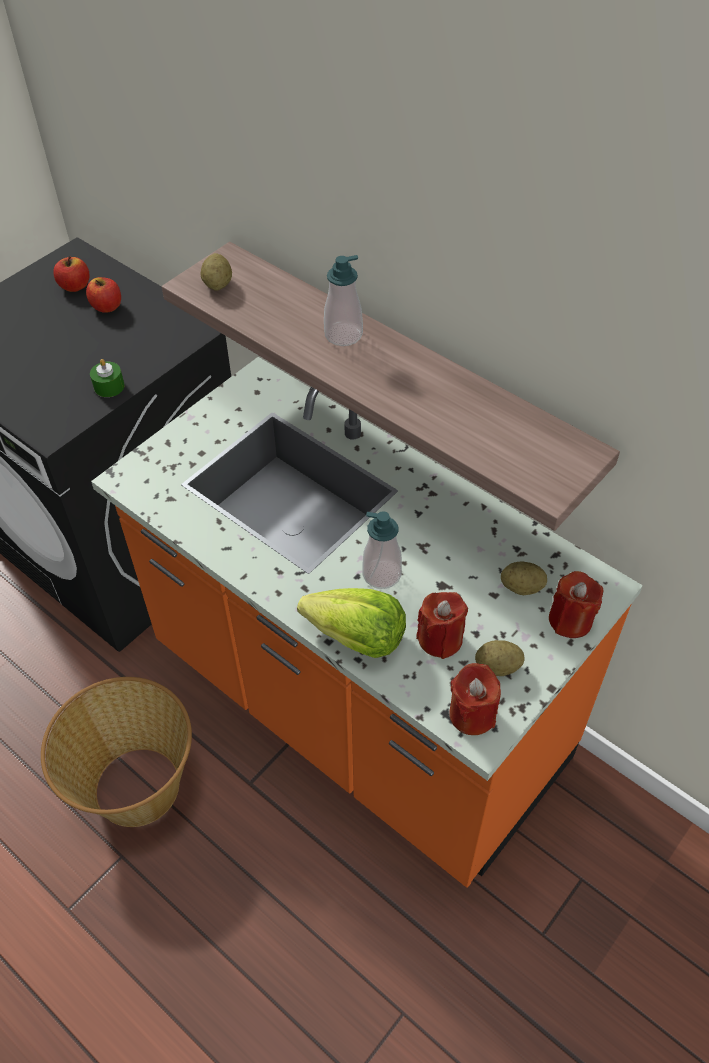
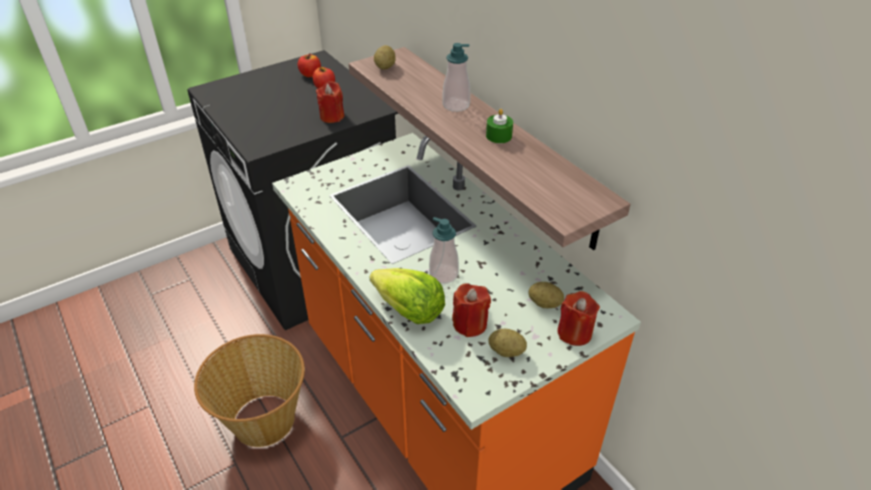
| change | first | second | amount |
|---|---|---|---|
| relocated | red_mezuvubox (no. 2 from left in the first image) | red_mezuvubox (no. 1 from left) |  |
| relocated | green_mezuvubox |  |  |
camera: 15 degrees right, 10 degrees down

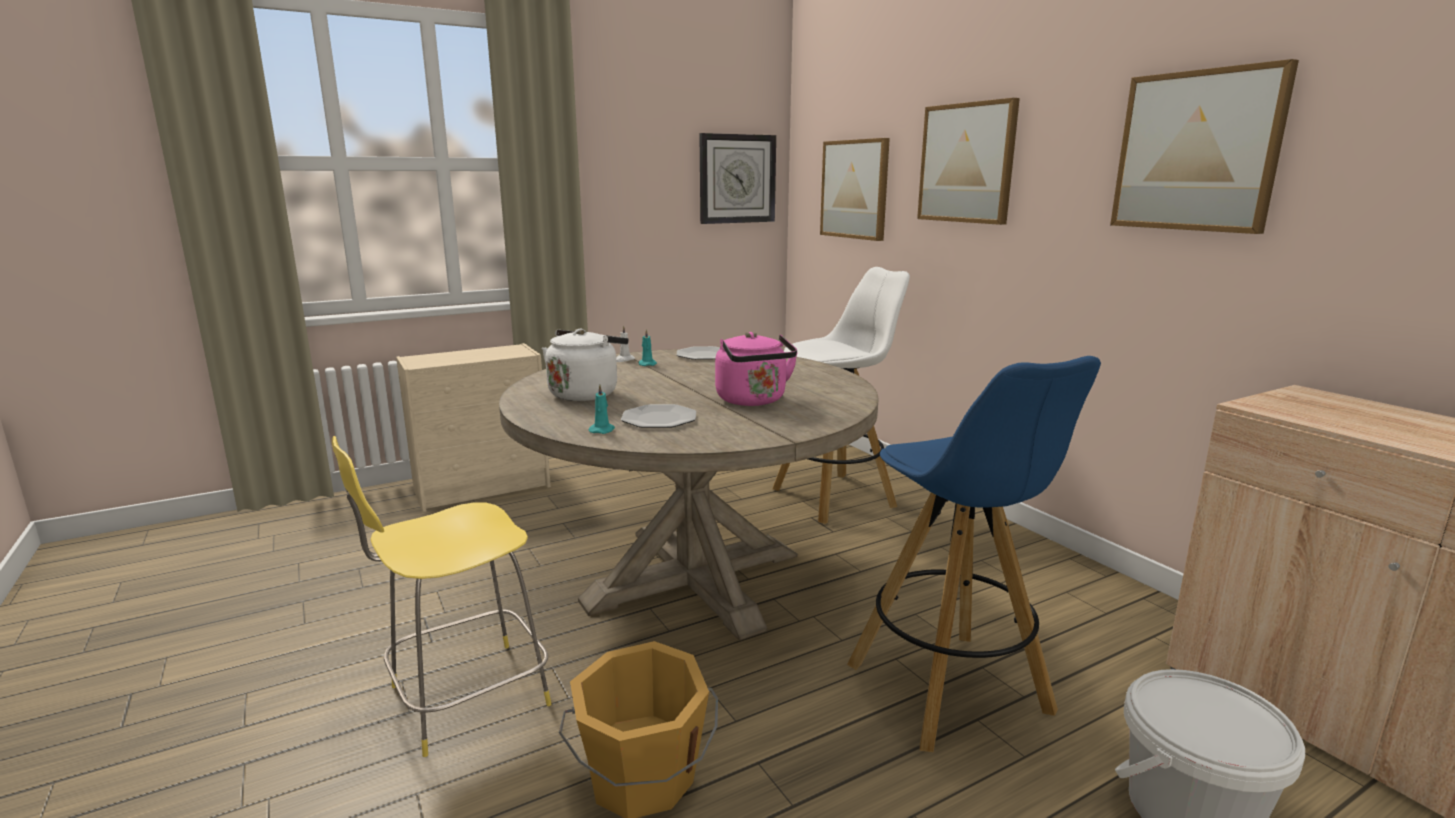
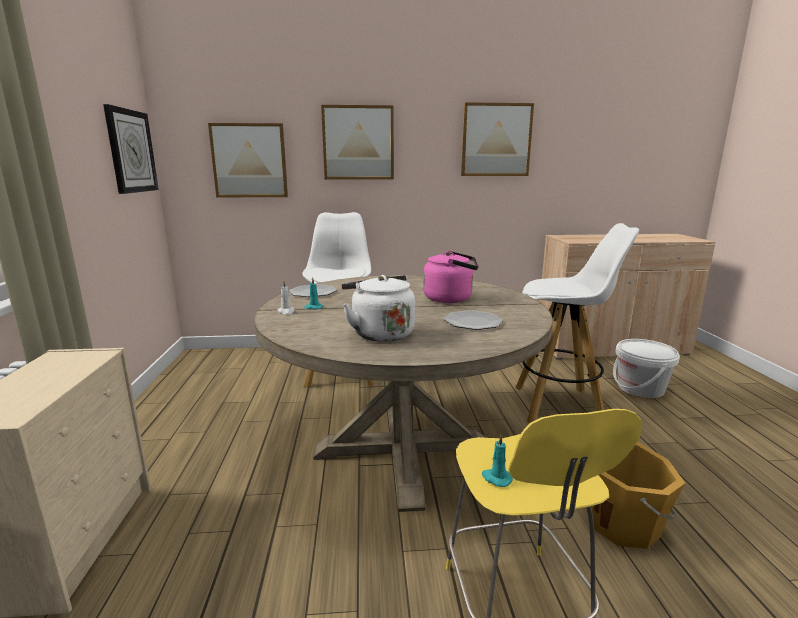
| change | first | second | amount |
|---|---|---|---|
| relocated | turquoise_mezuvubox (no. 1 from left in the first image) | turquoise_mezuvubox (no. 2 from left) |  |
| colour | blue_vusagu | white_vusagu (no. 2 from left) |  |
camera: 65 degrees left, 0 degrees up

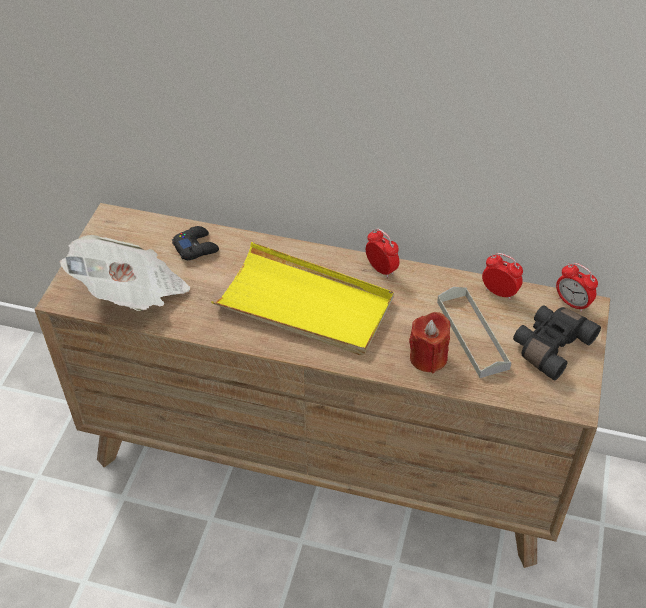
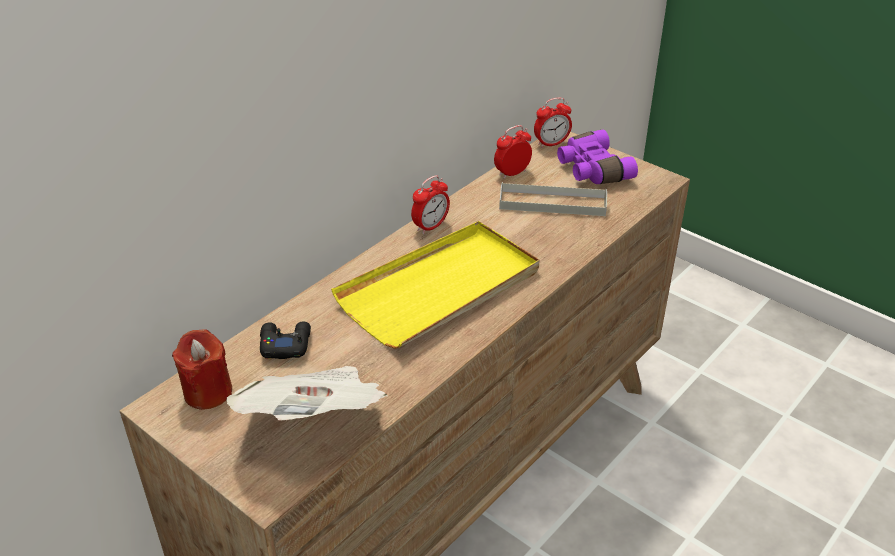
| change | first | second | amount |
|---|---|---|---|
| relocated | red_mezuvubox |  |  |
| spun | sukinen (no. 1 from left) |  | 150 degrees clockwise |
| colour | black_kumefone | purple_kumefone |  |
camera: 65 degrees left, 10 degrees down

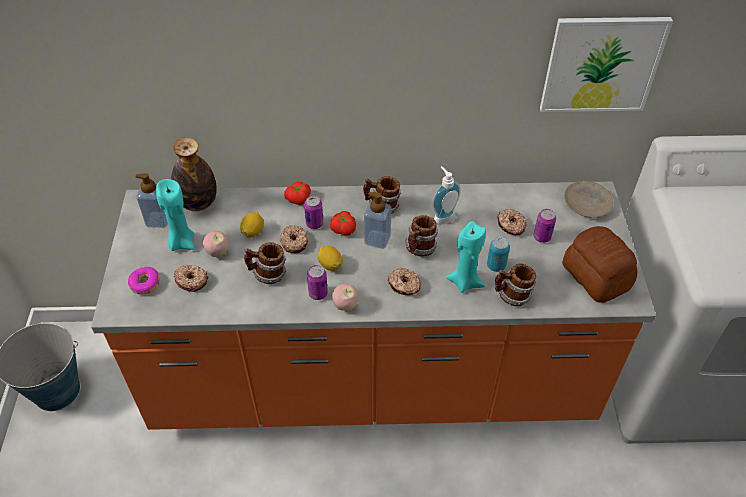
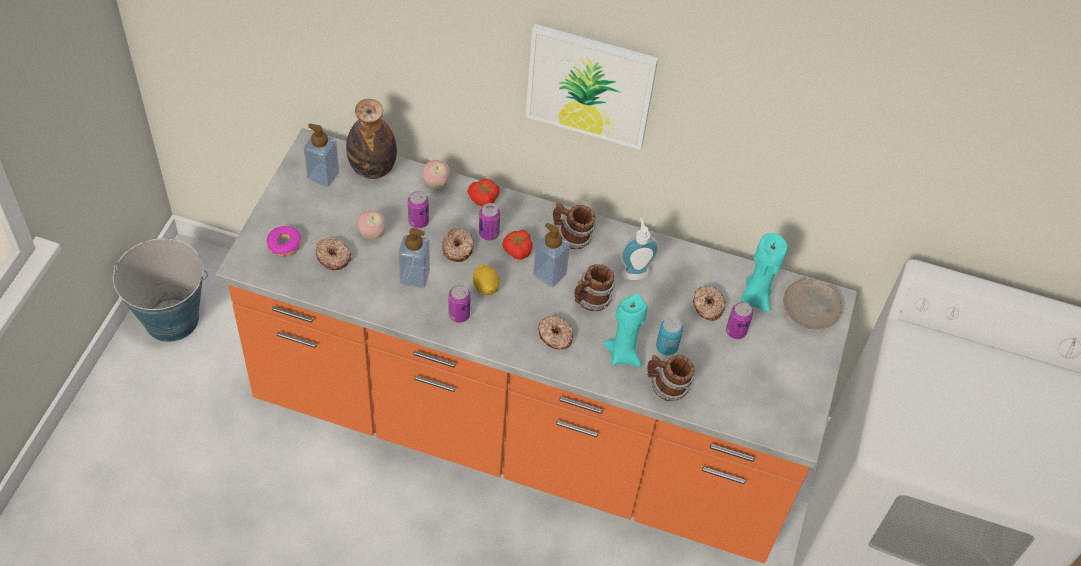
| change | first | second | amount |
|---|---|---|---|
| exchanged | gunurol (no. 1 from left) | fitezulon (no. 2 from left) |  |
| exchanged | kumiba (no. 1 from left) | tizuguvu (no. 1 from left) |  |
| relocated | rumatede (no. 2 from left) |  |  |
| relocated | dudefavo |  |  |
| relocated | turquoise_mezuvubox (no. 1 from left in the first image) | turquoise_mezuvubox (no. 2 from left) |  |
| missing | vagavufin |  |  |
camera: 15 degrees right, 5 degrees up

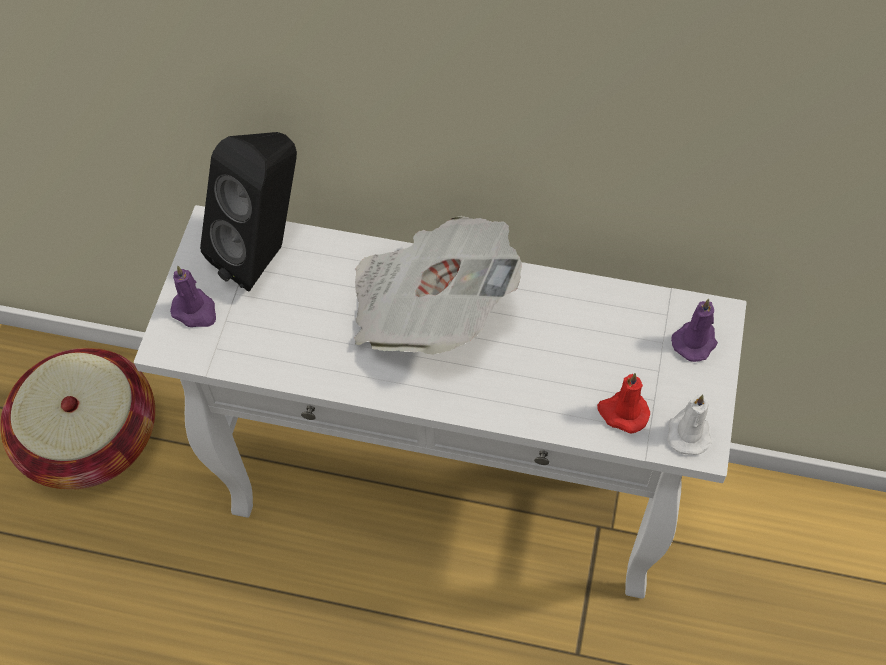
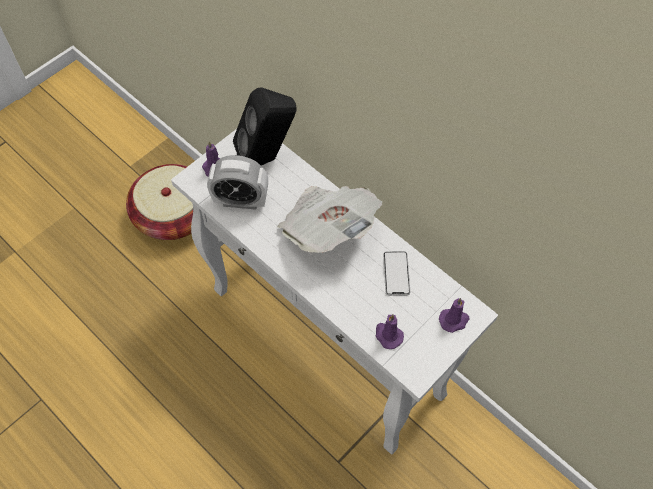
| change | first | second | amount |
|---|---|---|---|
| appeared |  | sukinen |  |
| colour | red_mezuvubox | purple_mezuvubox (no. 2 from left) |  |
| appeared |  | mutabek |  |
| missing | white_mezuvubox |  |  |
camera: 30 degrees right, 0 degrees up

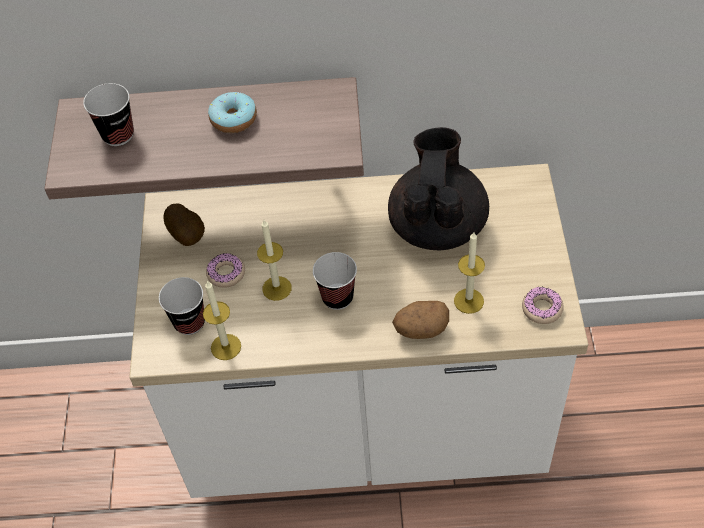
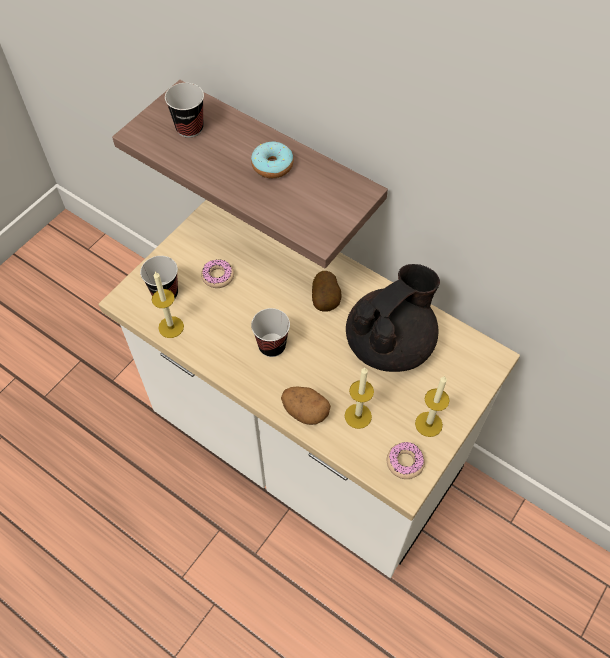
| change | first | second | amount |
|---|---|---|---|
| relocated | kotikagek (no. 1 from left in the first image) | kotikagek (no. 2 from left) |  |
| relocated | mezuvubox (no. 2 from left in the first image) | mezuvubox (no. 3 from left) |  |
camera: 35 degrees right, 5 degrees up

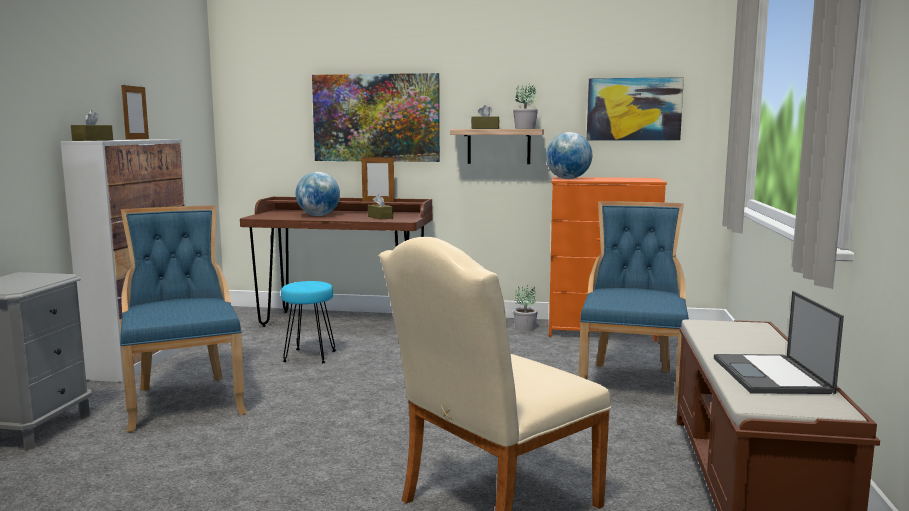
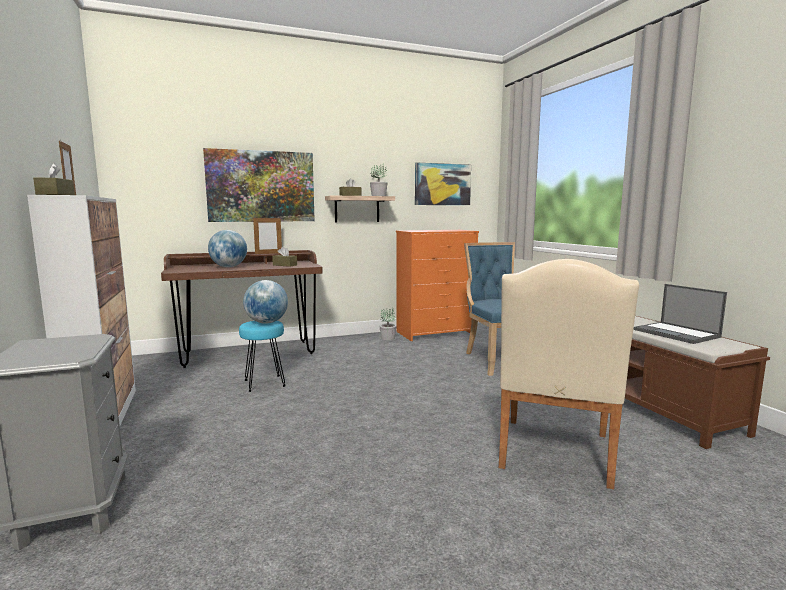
| change | first | second | amount |
|---|---|---|---|
| relocated | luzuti (no. 2 from left) |  |  |
| missing | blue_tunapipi (no. 1 from left) |  |  |
camera: 30 degrees left, 0 degrees up

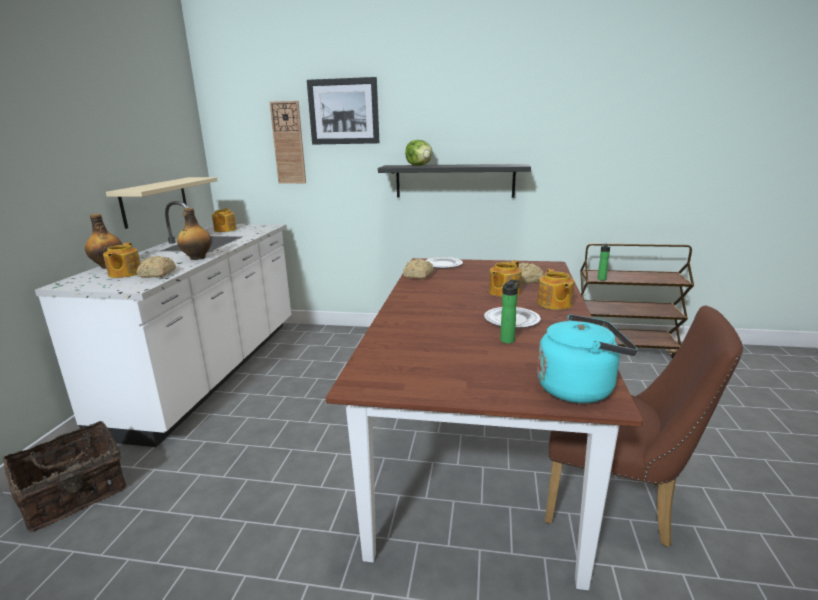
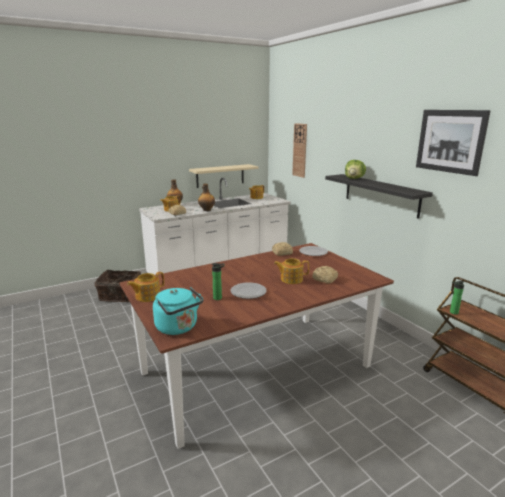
| change | first | second | amount |
|---|---|---|---|
| relocated | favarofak (no. 4 from left in the first image) | favarofak (no. 1 from left) |  |
| relocated | dudefavo |  |  |
| missing | brown_tunapipi |  |  |
camera: 50 degrees right, 0 degrees up

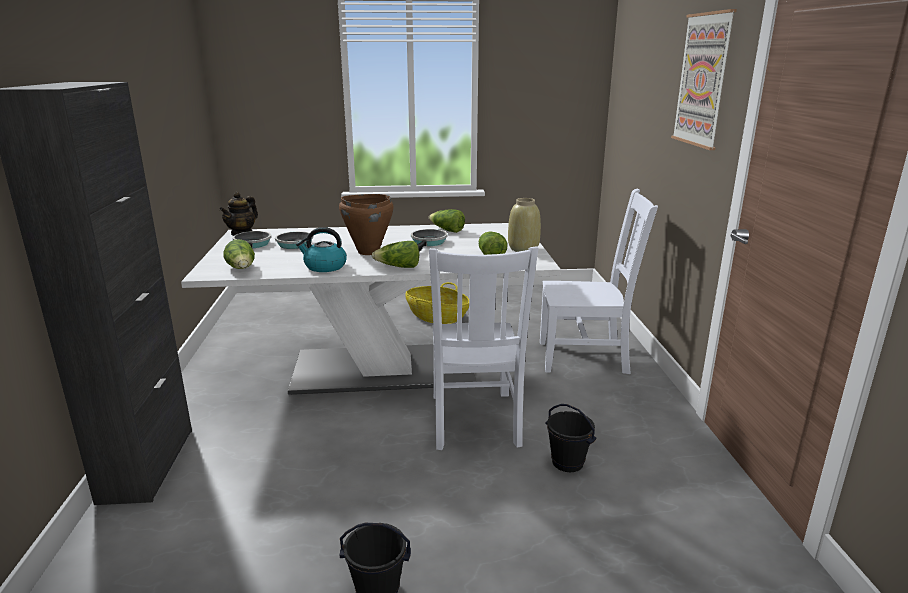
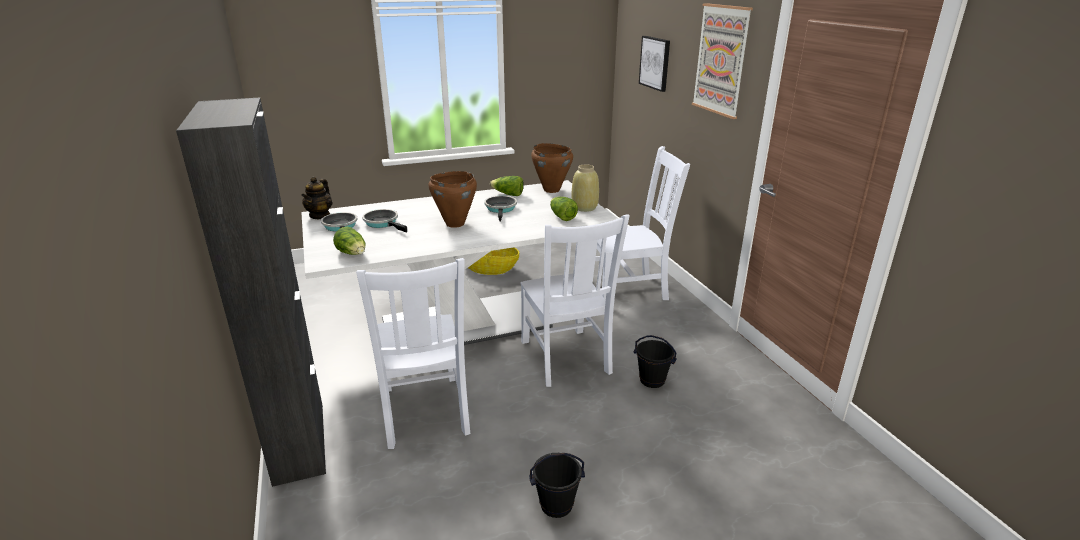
| change | first | second | amount |
|---|---|---|---|
| appeared |  | white_tunapipi (no. 1 from left) |  |
| appeared |  | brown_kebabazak (no. 2 from left) |  |
| appeared |  | dudefavo (no. 1 from left) |  |
| missing | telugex |  |  |
| missing | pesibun (no. 2 from left) |  |  |
camera: 15 degrees left, 5 degrees up

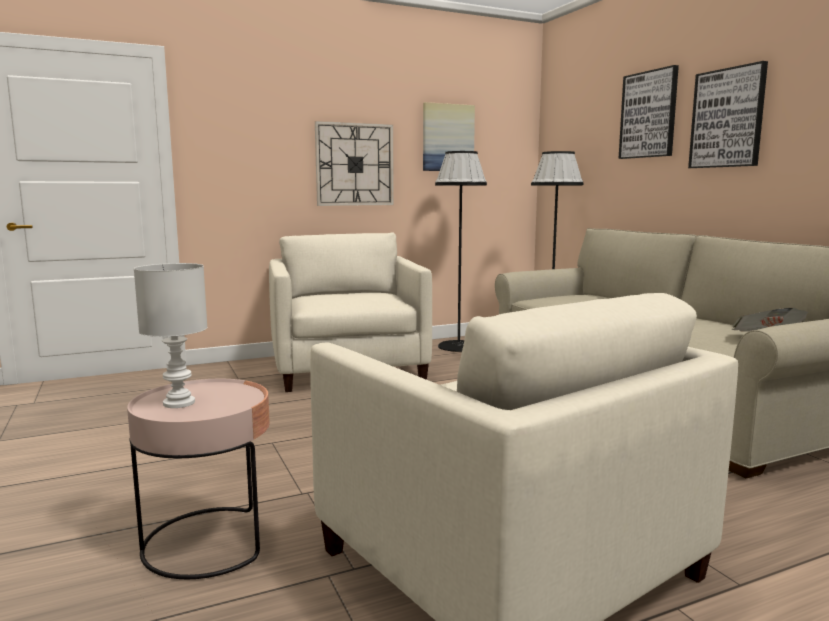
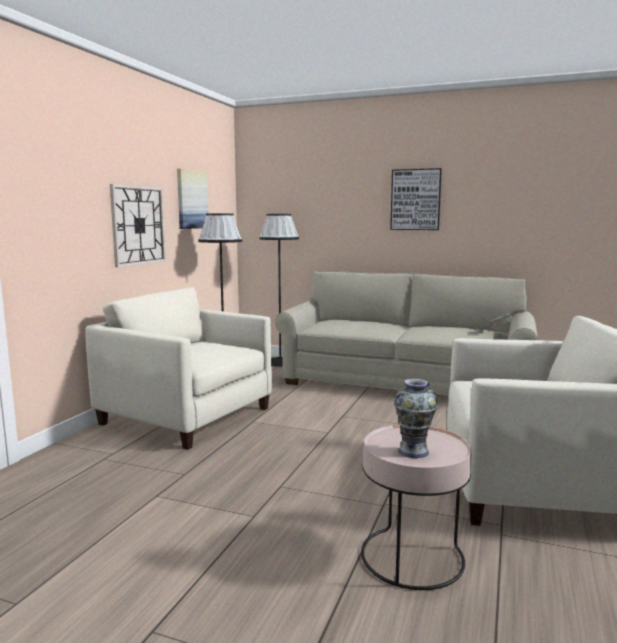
| change | first | second | amount |
|---|---|---|---|
| exchanged | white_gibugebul | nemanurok |  |
| missing | dudefavo (no. 2 from left) |  |  |
camera: 45 degrees left, 0 degrees up

